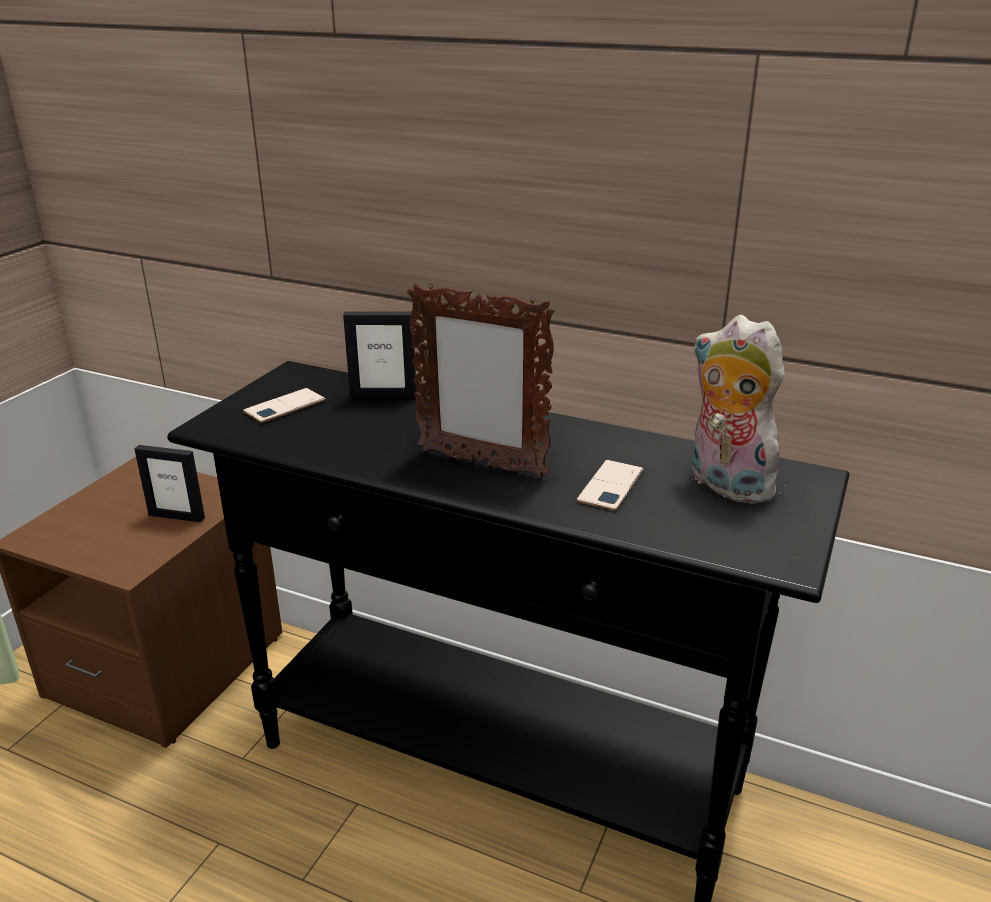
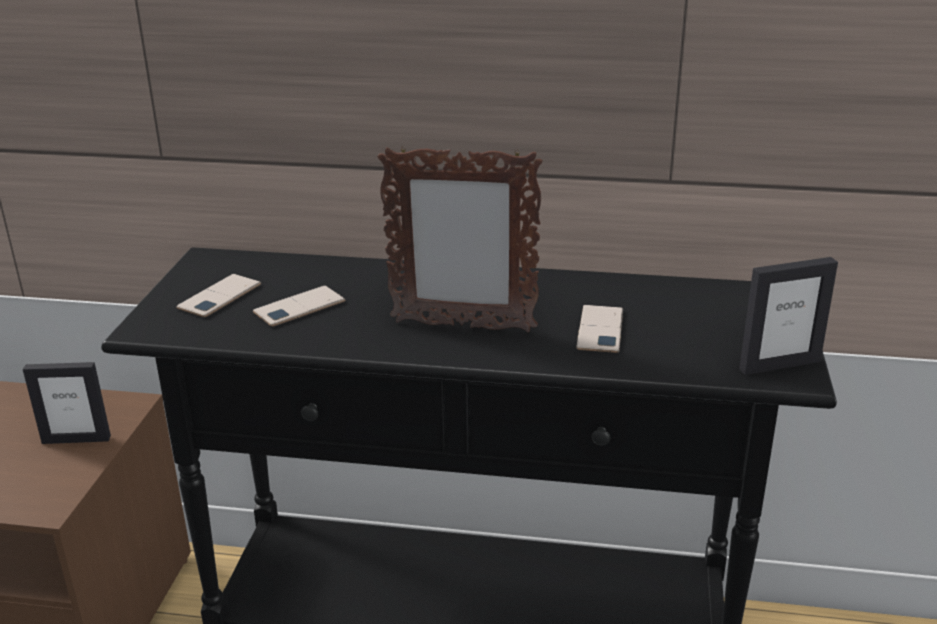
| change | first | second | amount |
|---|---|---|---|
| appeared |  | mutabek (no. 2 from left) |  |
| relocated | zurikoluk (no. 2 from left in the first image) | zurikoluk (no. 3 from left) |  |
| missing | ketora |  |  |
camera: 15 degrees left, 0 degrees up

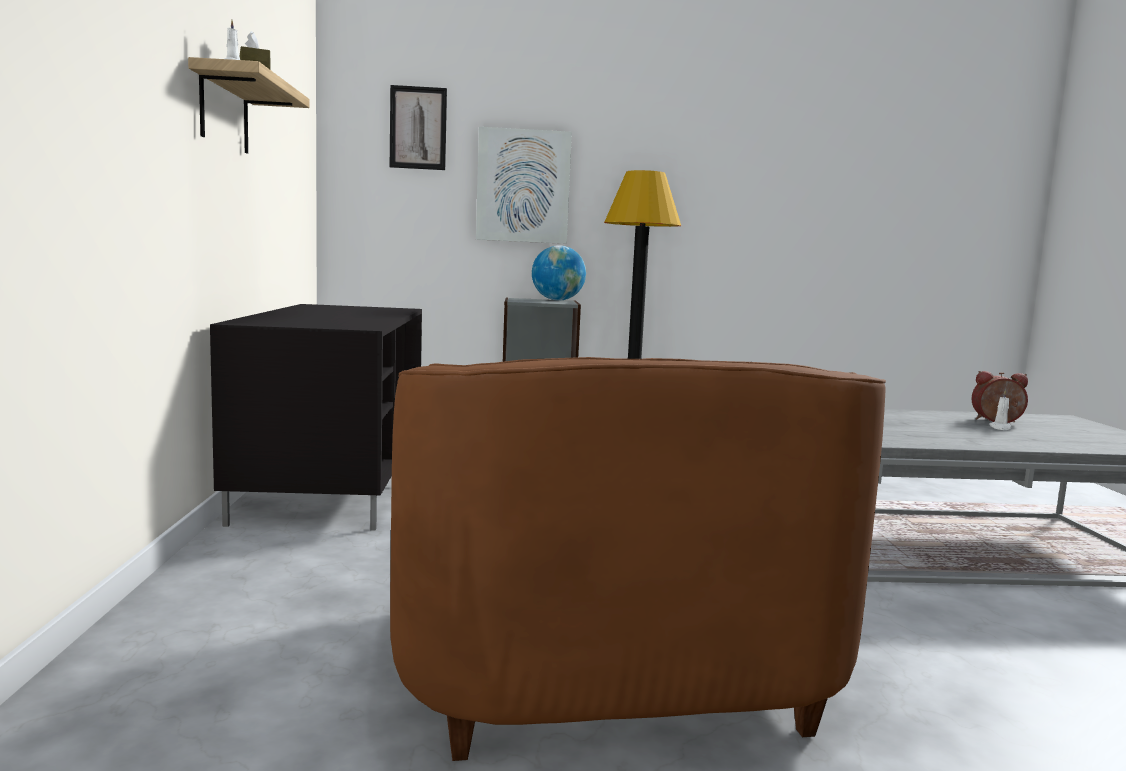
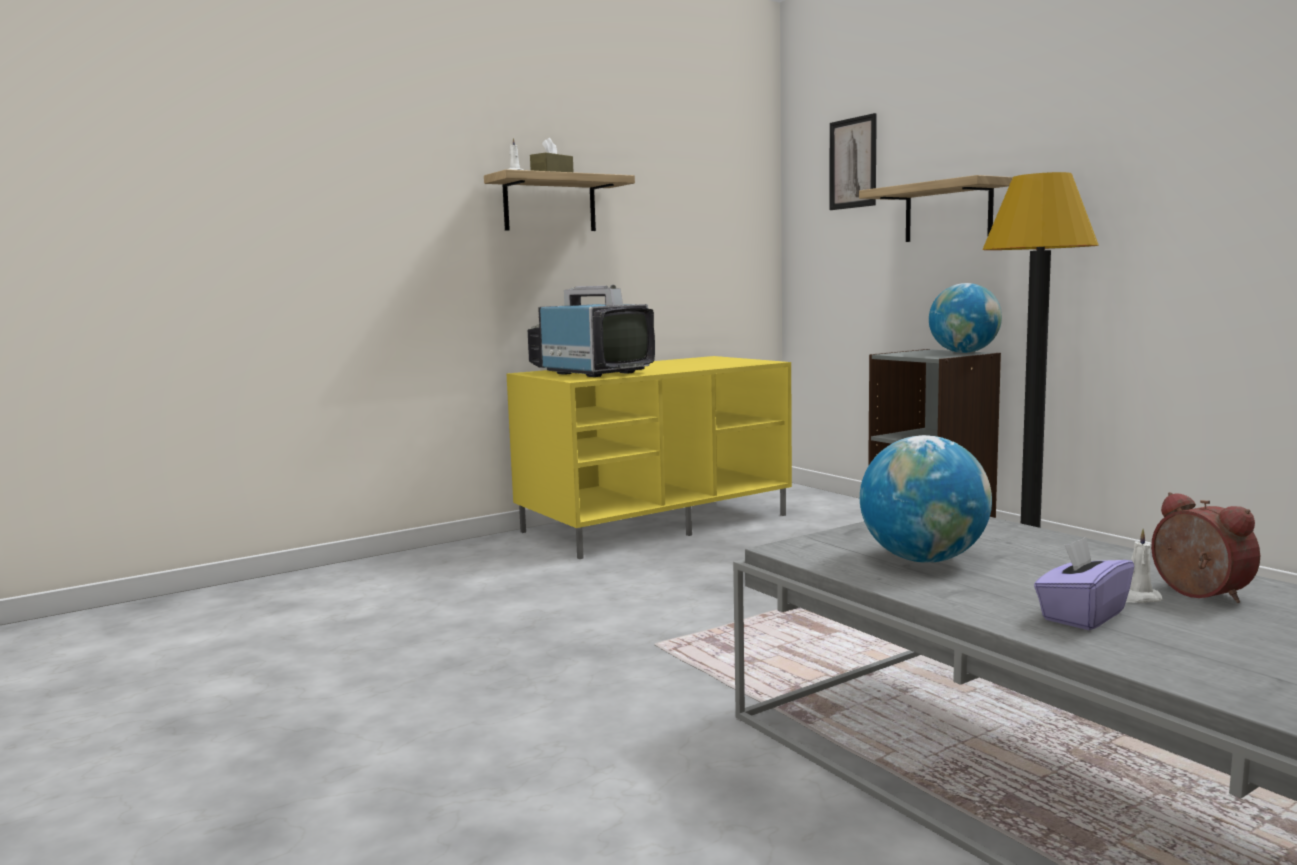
| change | first | second | amount |
|---|---|---|---|
| colour | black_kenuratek | yellow_kenuratek |  |
| appeared |  | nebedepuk |  |
| exchanged | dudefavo (no. 2 from left) | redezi (no. 2 from left) |  |
| appeared |  | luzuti (no. 1 from left) |  |
| appeared |  | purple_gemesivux |  |
| missing | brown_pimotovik |  |  |
camera: 60 degrees right, 0 degrees up

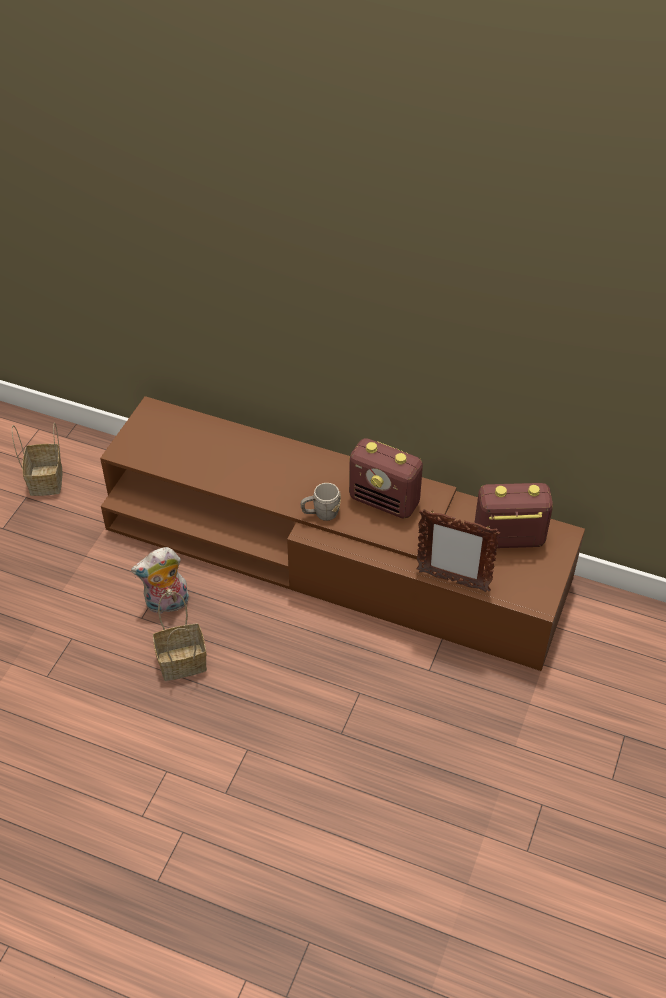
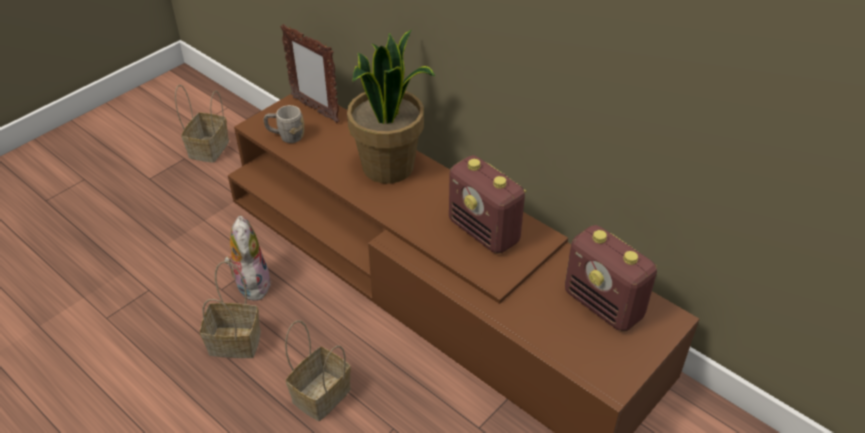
| change | first | second | amount |
|---|---|---|---|
| spun | ketora |  | 75 degrees clockwise |
| relocated | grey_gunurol |  |  |
| relocated | zurikoluk |  |  |
| appeared |  | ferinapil (no. 3 from left) |  |
| appeared |  | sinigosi |  |
| spun | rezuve (no. 2 from left) |  | 150 degrees counterclockwise |
camera: 20 degrees right, 5 degrees down

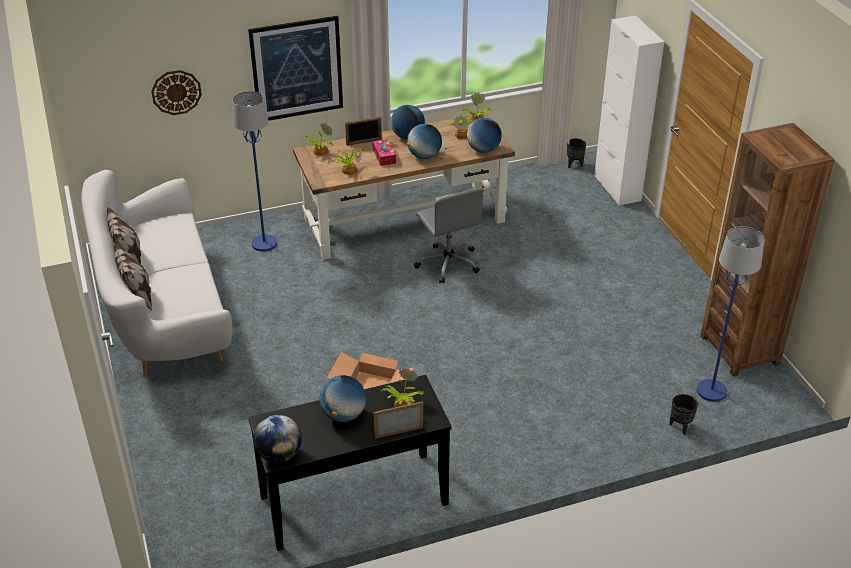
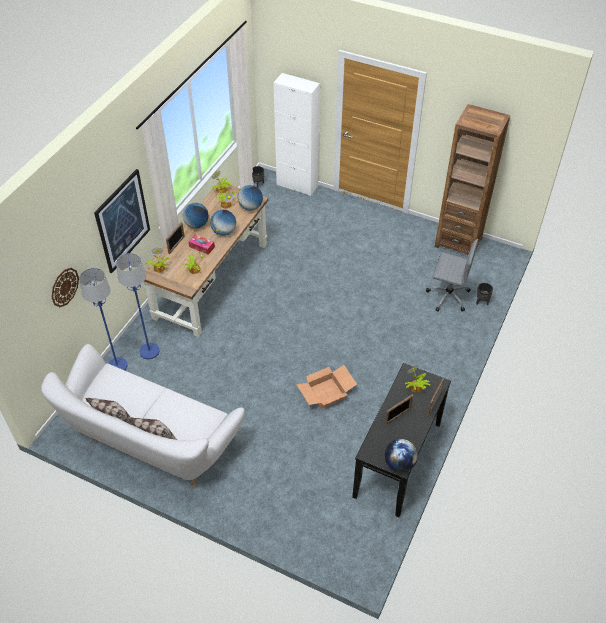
| change | first | second | amount |
|---|---|---|---|
| relocated | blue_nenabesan (no. 2 from left in the first image) | blue_nenabesan (no. 1 from left) |  |
| exchanged | luzuti (no. 2 from left) | zurikoluk (no. 2 from left) |  |
| relocated | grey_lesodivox |  |  |
camera: 45 degrees left, 10 degrees up

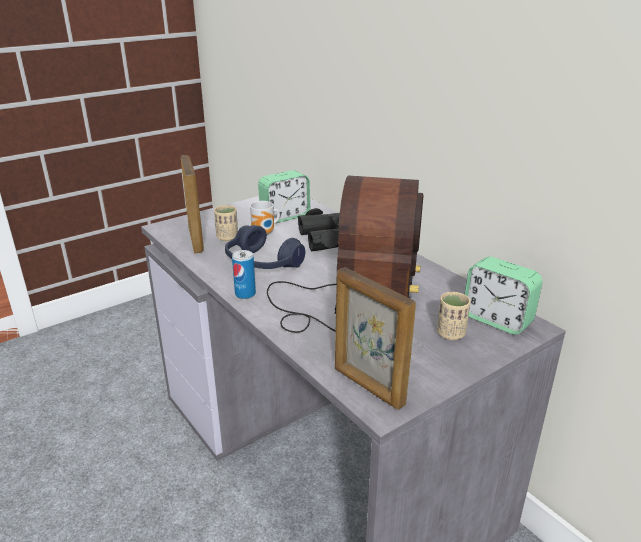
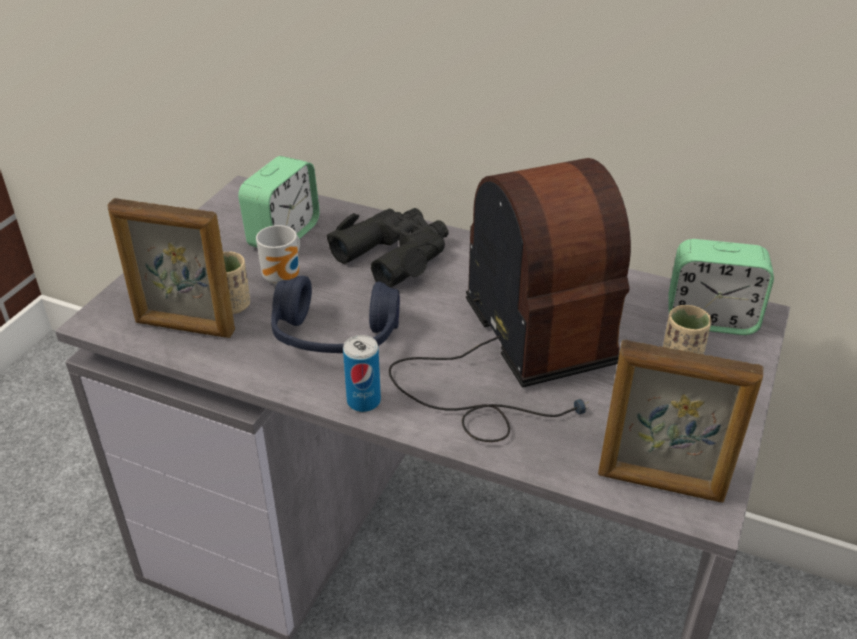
| change | first | second | amount |
|---|---|---|---|
| spun | zurikoluk (no. 1 from left) |  | 150 degrees clockwise |
camera: 30 degrees left, 10 degrees up

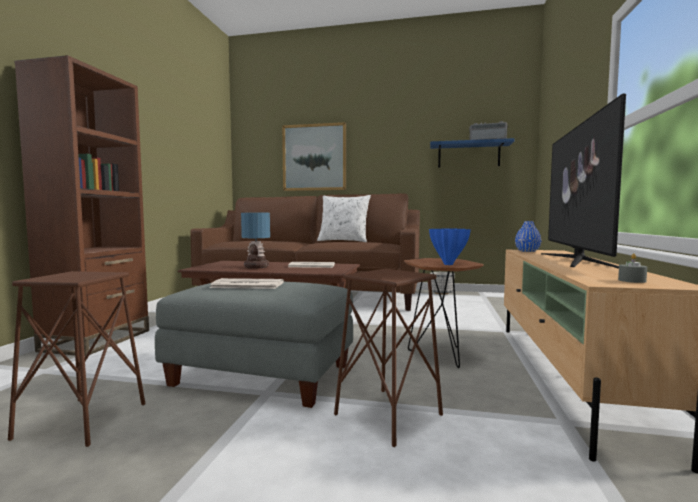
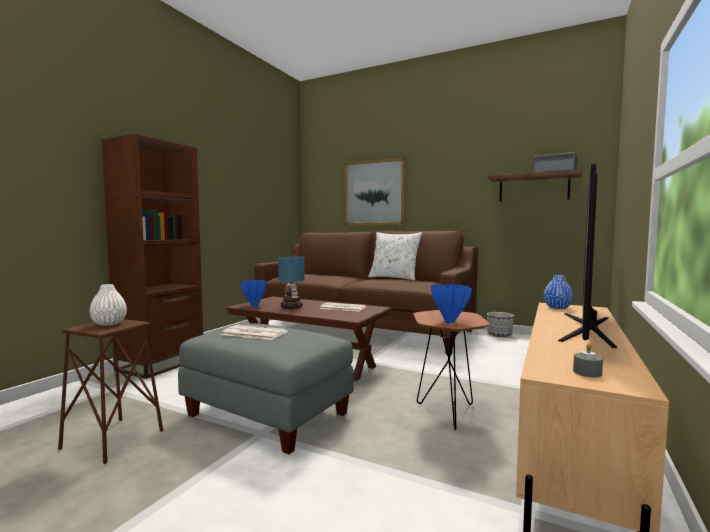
| change | first | second | amount |
|---|---|---|---|
| appeared |  | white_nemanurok |  |
| appeared |  | blue_nemanurok (no. 1 from left) |  |
| colour | blue_redezi | brown_redezi |  |
| missing | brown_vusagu (no. 2 from left) |  |  |
camera: 15 degrees right, 0 degrees up

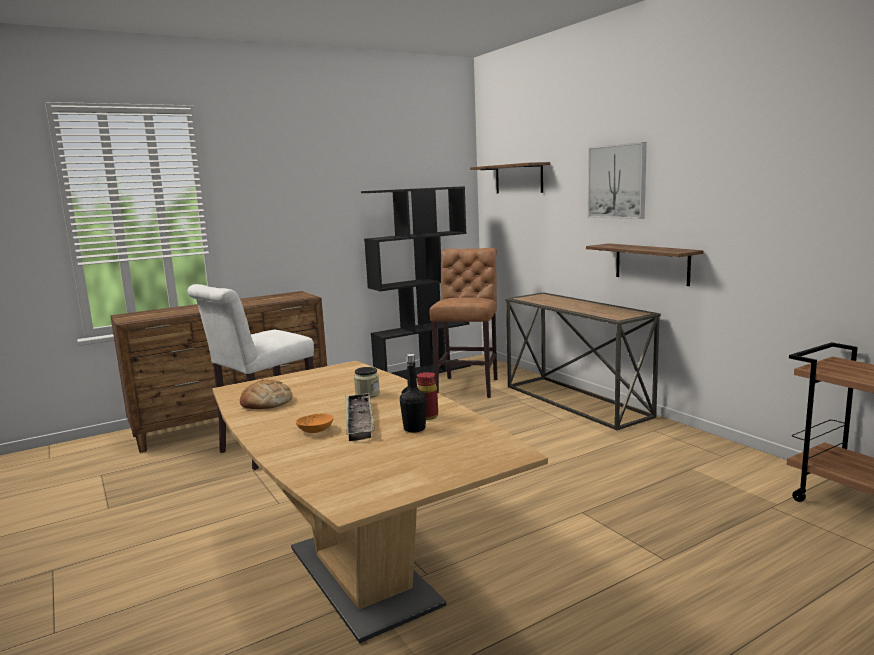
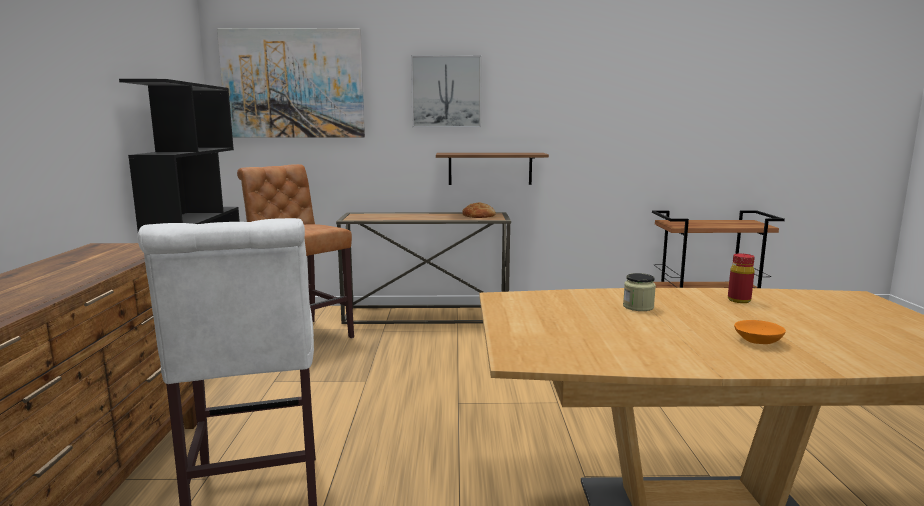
| change | first | second | amount |
|---|---|---|---|
| exchanged | redezi (no. 1 from left) | dudefavo (no. 1 from left) |  |
| relocated | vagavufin |  |  |
| missing | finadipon |  |  |
| missing | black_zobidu |  |  |
camera: 60 degrees left, 0 degrees up

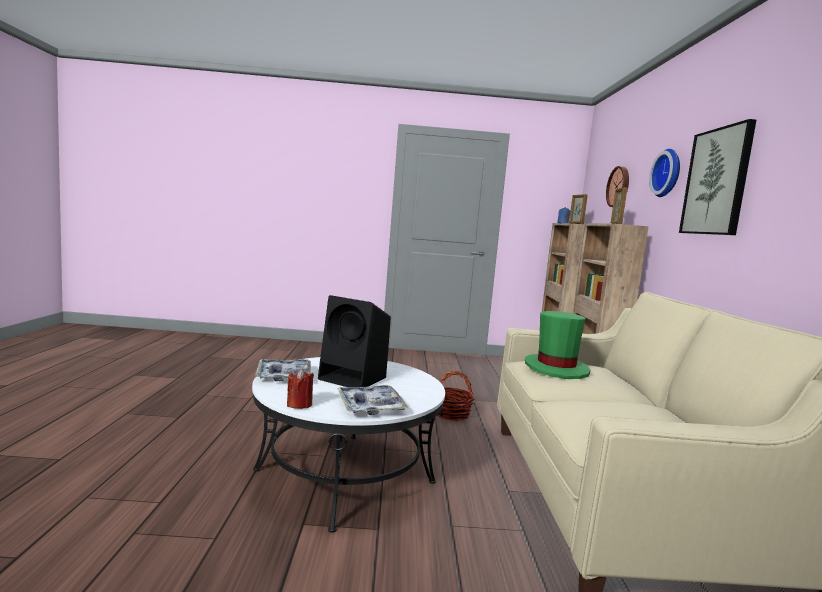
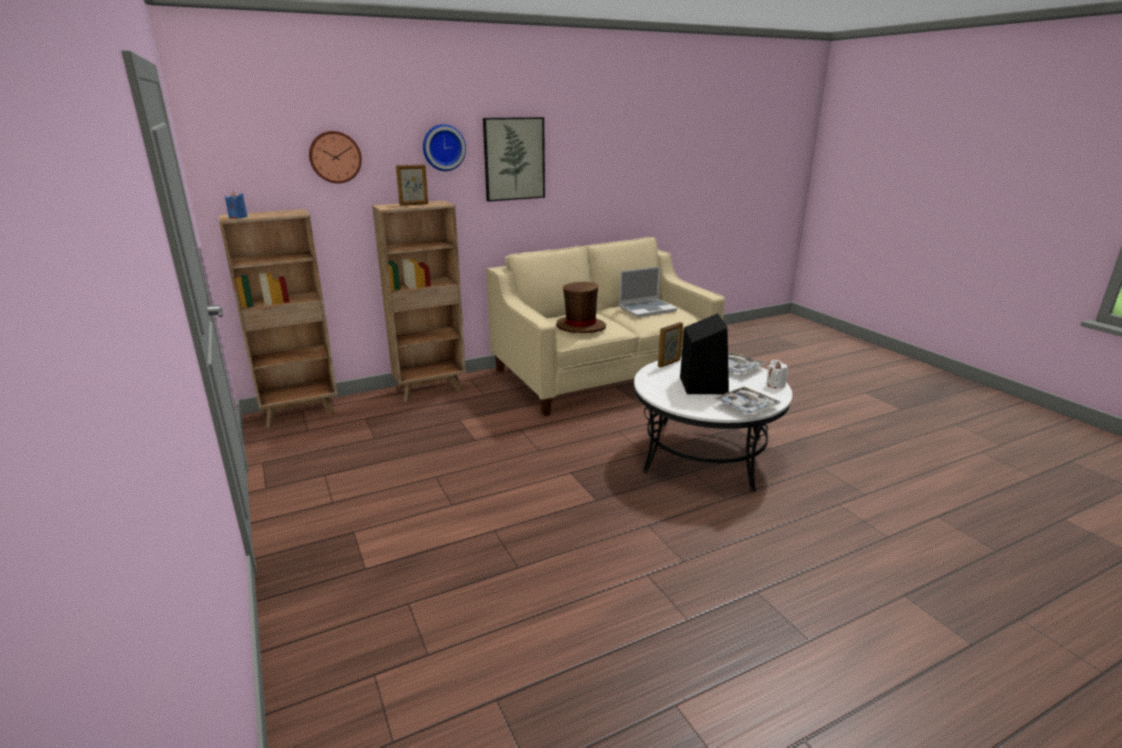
| change | first | second | amount |
|---|---|---|---|
| colour | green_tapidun | brown_tapidun |  |
| appeared |  | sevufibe |  |
| relocated | zurikoluk (no. 1 from left in the first image) | zurikoluk (no. 2 from left) |  |
| colour | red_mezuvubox | white_mezuvubox |  |
| missing | ferinapil |  |  |
camera: 115 degrees left, 15 degrees up

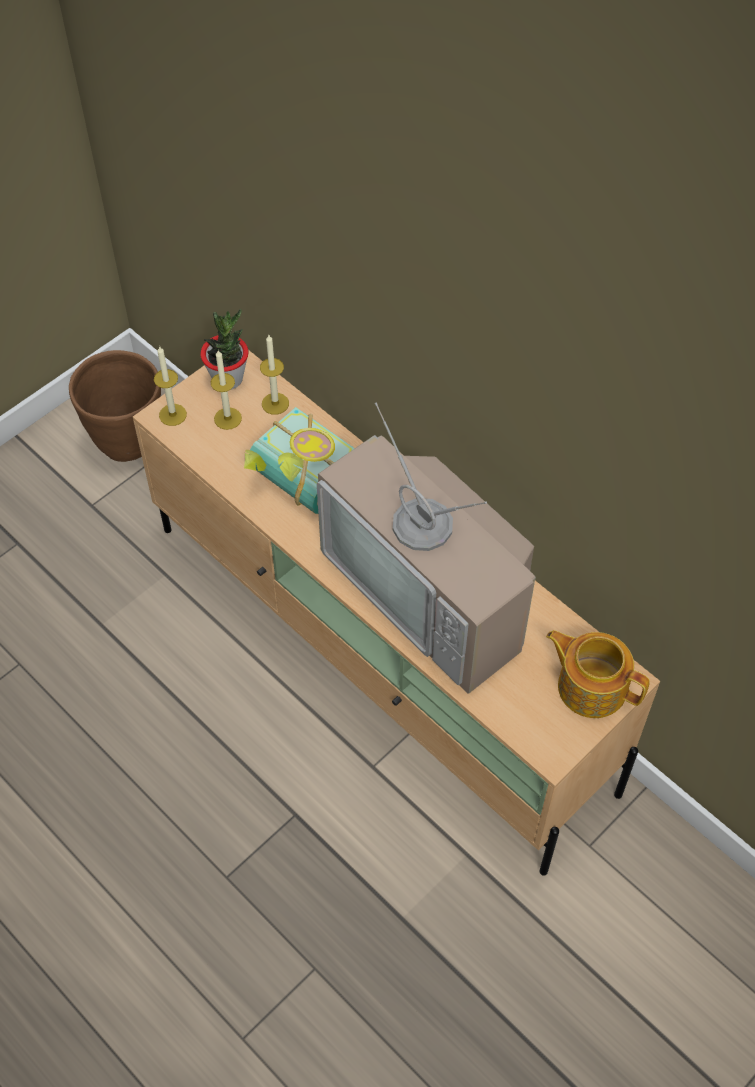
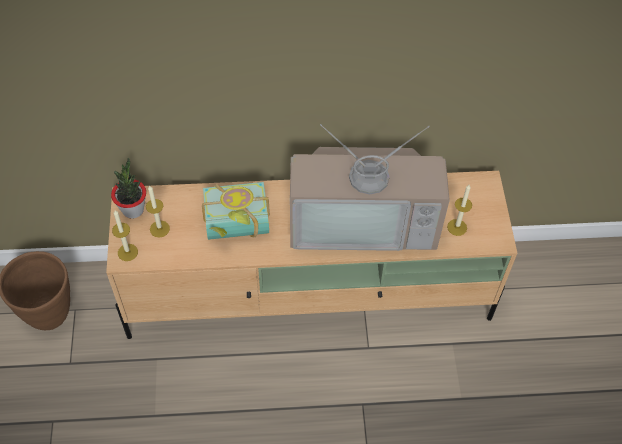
| change | first | second | amount |
|---|---|---|---|
| relocated | mezuvubox (no. 3 from left) |  |  |
| missing | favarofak |  |  |
camera: 50 degrees left, 0 degrees up

